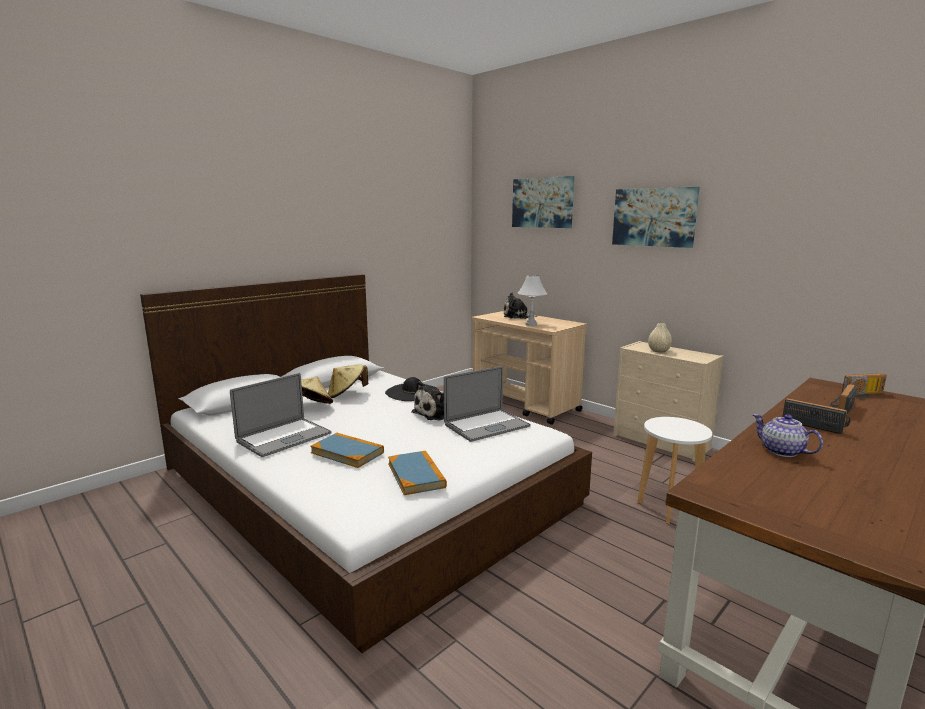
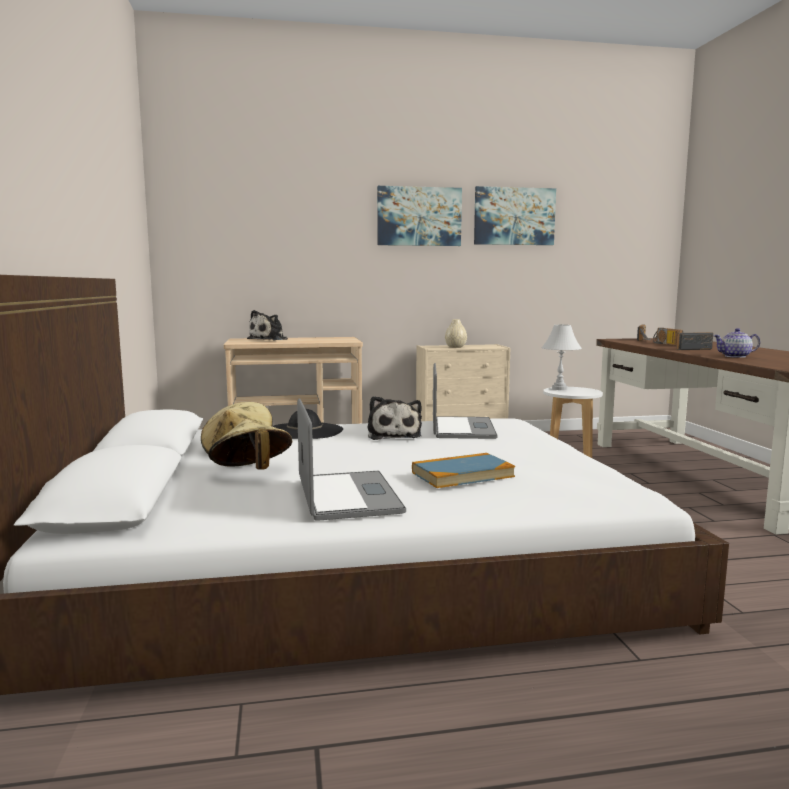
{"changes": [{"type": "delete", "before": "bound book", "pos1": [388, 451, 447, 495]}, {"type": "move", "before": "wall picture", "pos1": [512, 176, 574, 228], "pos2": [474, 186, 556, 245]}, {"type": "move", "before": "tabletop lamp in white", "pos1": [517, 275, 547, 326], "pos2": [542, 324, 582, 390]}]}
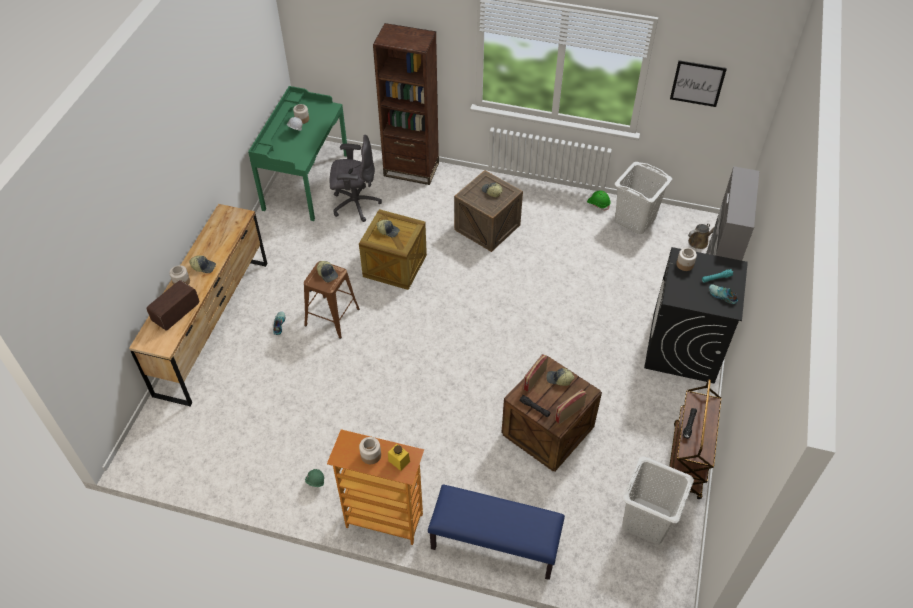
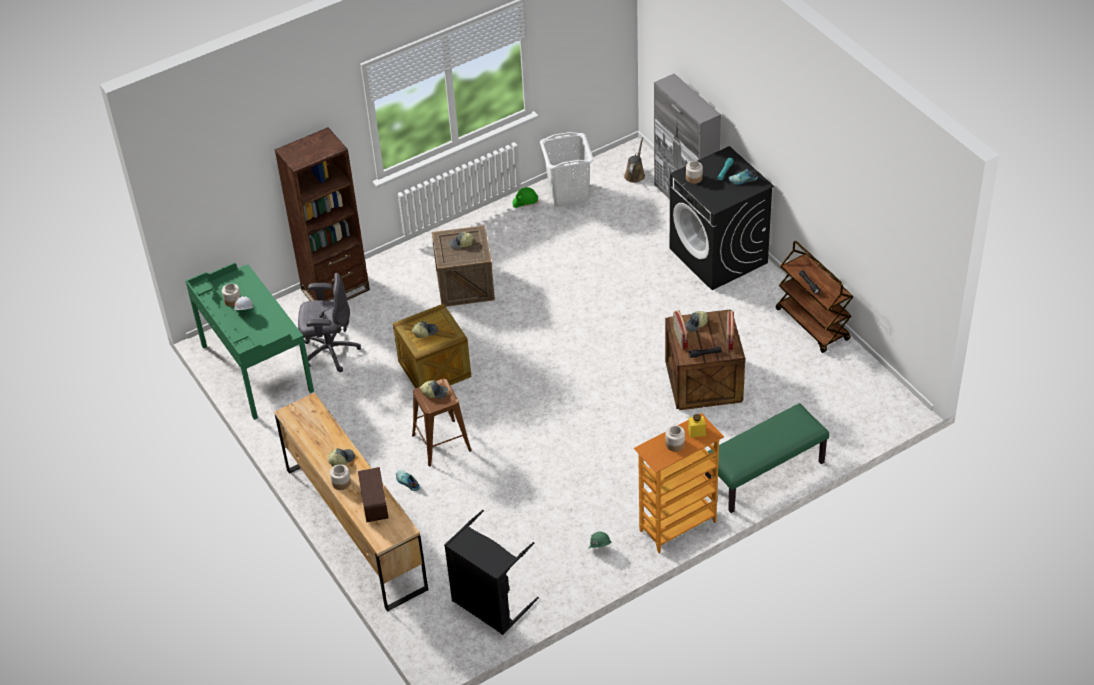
{"changes": [{"type": "rotate", "before": "desk chair in greyish", "pos1": [330, 135, 382, 222], "pos2": [298, 273, 361, 372], "turn": 45}, {"type": "recolor", "before": "bench in blue", "after": "bench in green-coloured", "pos1": [428, 485, 565, 580], "pos2": [705, 403, 829, 513]}, {"type": "delete", "before": "washing basket in white", "pos1": [622, 457, 694, 545]}, {"type": "delete", "before": "wall picture", "pos1": [670, 60, 727, 107]}, {"type": "insert", "after": "washing basket in blackish", "pos2": [444, 510, 539, 635]}]}
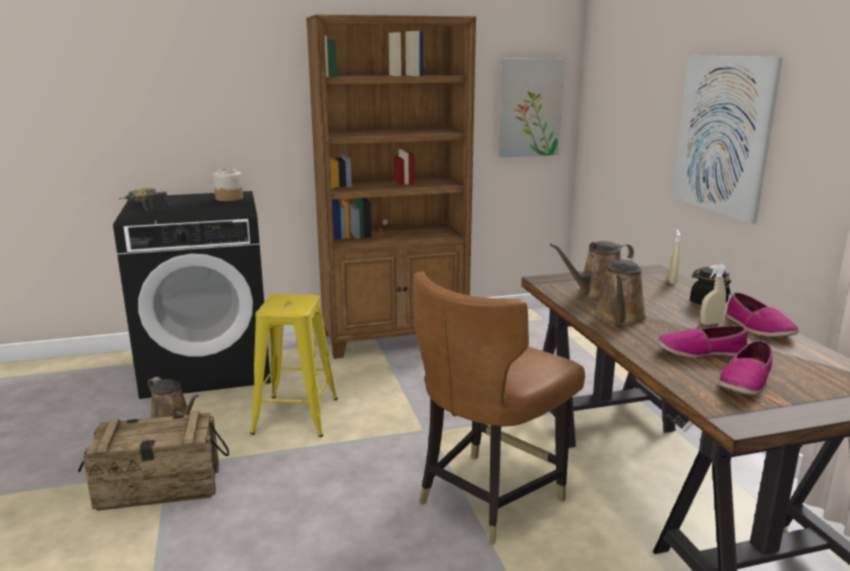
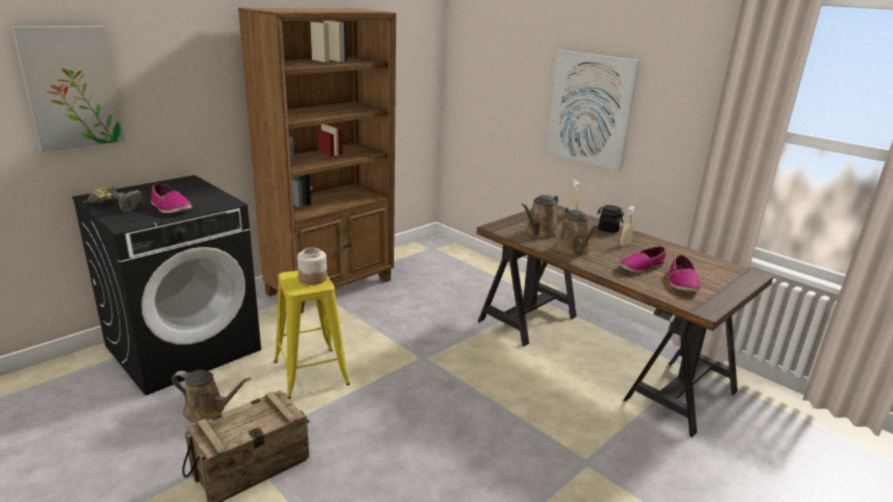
{"changes": [{"type": "move", "before": "storage jar", "pos1": [213, 168, 243, 201], "pos2": [297, 248, 327, 285]}, {"type": "delete", "before": "upright chair in brown", "pos1": [413, 271, 585, 545]}, {"type": "move", "before": "wall picture", "pos1": [499, 58, 564, 157], "pos2": [12, 26, 125, 152]}, {"type": "move", "before": "item of footwear", "pos1": [725, 293, 799, 337], "pos2": [151, 184, 192, 213]}]}
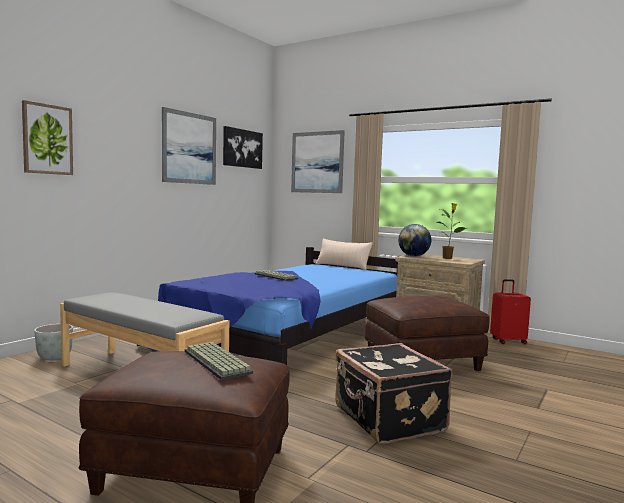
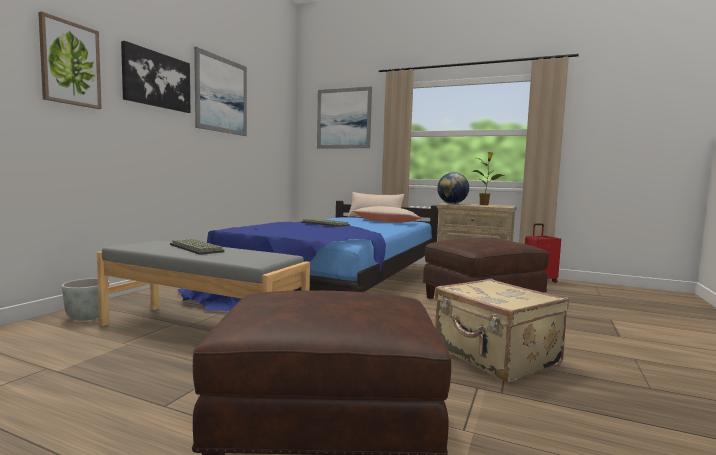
{"changes": [{"type": "move", "before": "PC keyboard", "pos1": [185, 342, 253, 380], "pos2": [170, 239, 225, 255]}, {"type": "move", "before": "wall picture", "pos1": [223, 126, 263, 169], "pos2": [121, 41, 190, 113]}, {"type": "recolor", "before": "suitcase in blackish", "after": "suitcase in beige-coloured", "pos1": [335, 343, 453, 444], "pos2": [435, 279, 569, 383]}, {"type": "insert", "after": "pillow in beige-coloured", "pos2": [352, 206, 421, 222]}]}
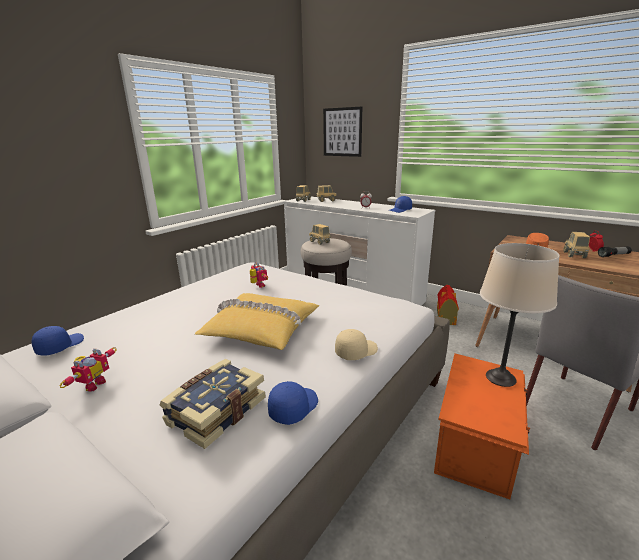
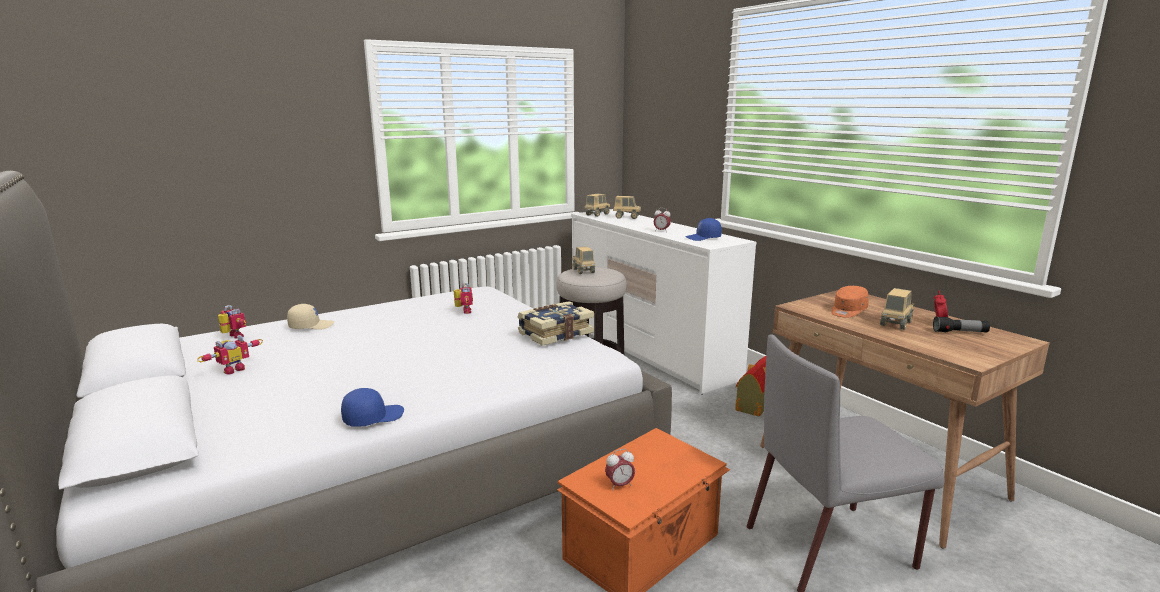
{"changes": [{"type": "replace", "before": "baseball cap in blue", "after": "model robot", "pos1": [32, 326, 84, 355], "pos2": [218, 305, 247, 338]}, {"type": "move", "before": "bound book", "pos1": [160, 359, 266, 449], "pos2": [518, 301, 594, 346]}, {"type": "delete", "before": "pillow in yellow-coloured", "pos1": [195, 293, 319, 350]}, {"type": "delete", "before": "wall picture", "pos1": [323, 107, 362, 157]}, {"type": "move", "before": "baseball cap in beige-coloured", "pos1": [335, 329, 378, 360], "pos2": [287, 304, 334, 330]}, {"type": "delete", "before": "tabletop lamp in beige-coloured", "pos1": [480, 243, 560, 387]}, {"type": "insert", "after": "alarm clock", "pos2": [605, 449, 635, 490]}]}
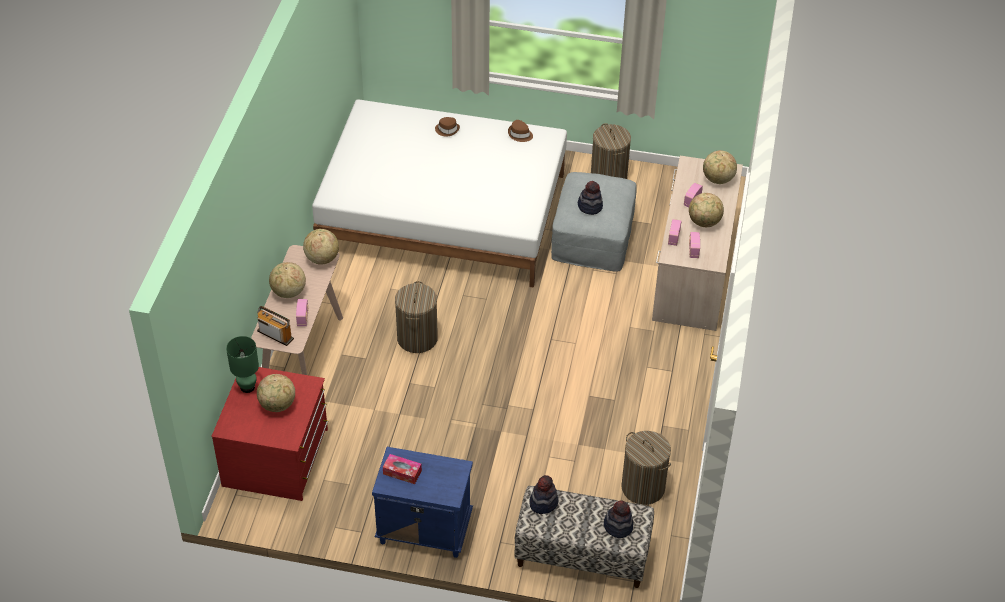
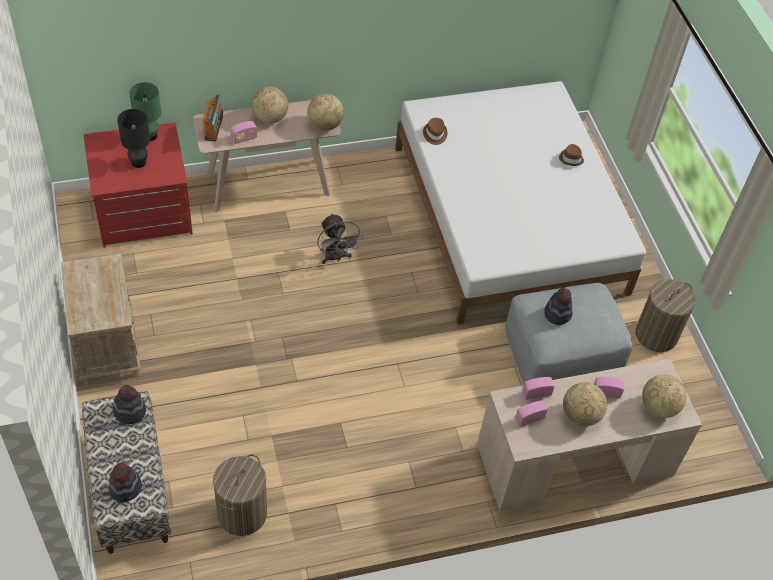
{"changes": [{"type": "replace", "before": "world globe", "after": "tabletop lamp in blackish", "pos1": [257, 374, 295, 412], "pos2": [117, 109, 150, 168]}, {"type": "recolor", "before": "night table in blue", "after": "night table in beige-coloured", "pos1": [372, 447, 473, 558], "pos2": [61, 254, 141, 385]}, {"type": "delete", "before": "tissue holder", "pos1": [383, 454, 422, 484]}, {"type": "replace", "before": "washing basket", "after": "fan in greyish", "pos1": [395, 281, 438, 353], "pos2": [317, 213, 363, 264]}, {"type": "move", "before": "clothing hat in brown", "pos1": [508, 120, 533, 142], "pos2": [423, 118, 447, 145]}]}
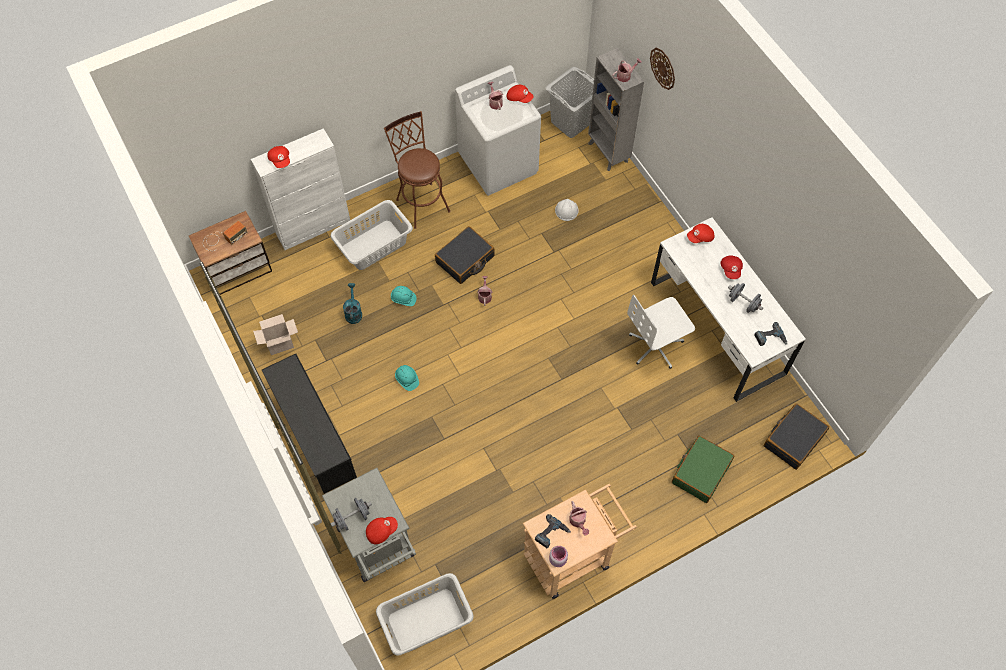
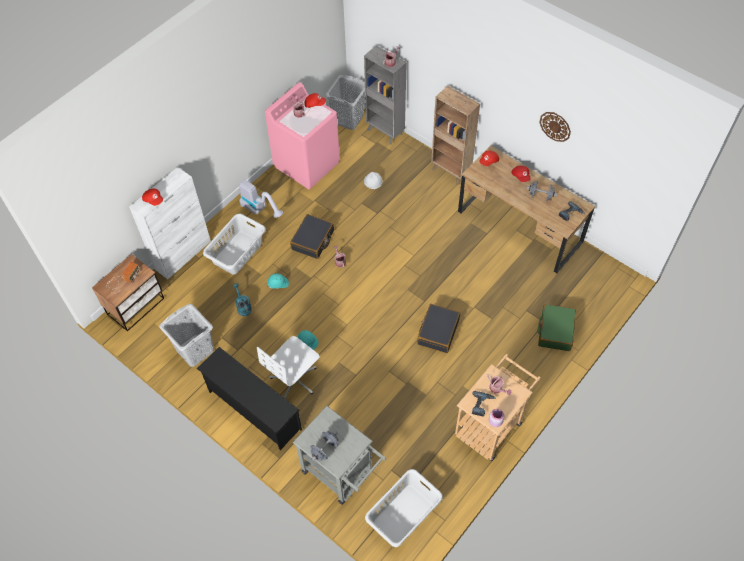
{"changes": [{"type": "replace", "before": "carton", "after": "washing basket in greyish", "pos1": [253, 314, 298, 355], "pos2": [159, 304, 214, 367]}, {"type": "delete", "before": "baseball cap in red-coloured", "pos1": [366, 517, 398, 544]}, {"type": "replace", "before": "sitting stool in brown", "after": "vacuum cleaner", "pos1": [384, 111, 451, 229], "pos2": [239, 179, 283, 218]}, {"type": "recolor", "before": "washing machine in white", "after": "washing machine in pink", "pos1": [455, 65, 541, 196], "pos2": [265, 82, 340, 189]}, {"type": "move", "before": "desk chair in white", "pos1": [627, 295, 695, 369], "pos2": [257, 336, 320, 399]}, {"type": "move", "before": "clock on the wall", "pos1": [650, 48, 675, 90], "pos2": [539, 112, 571, 142]}, {"type": "recolor", "before": "desk unit in white", "after": "desk unit in brown", "pos1": [651, 217, 806, 402], "pos2": [458, 145, 595, 273]}, {"type": "move", "before": "suitcase in blackish", "pos1": [764, 403, 829, 470], "pos2": [417, 304, 460, 353]}, {"type": "insert", "after": "shelving unit in brown", "pos2": [431, 85, 480, 185]}]}
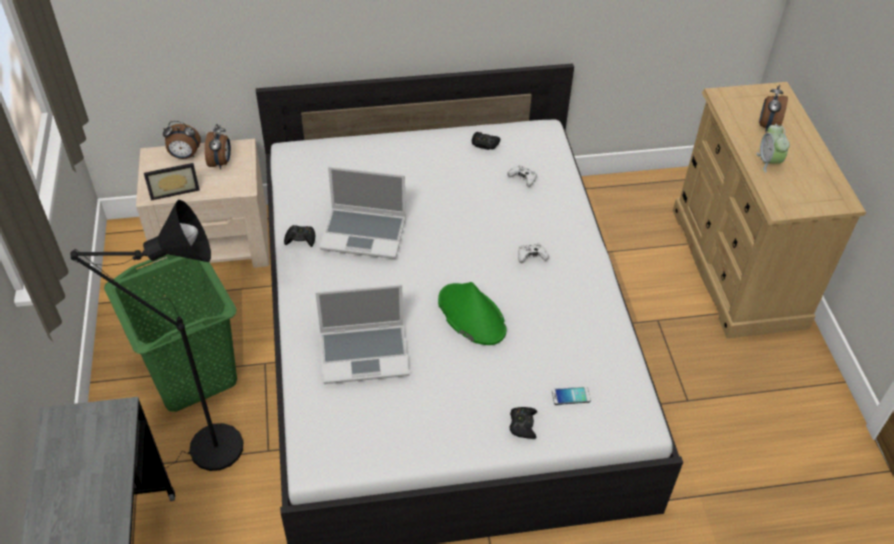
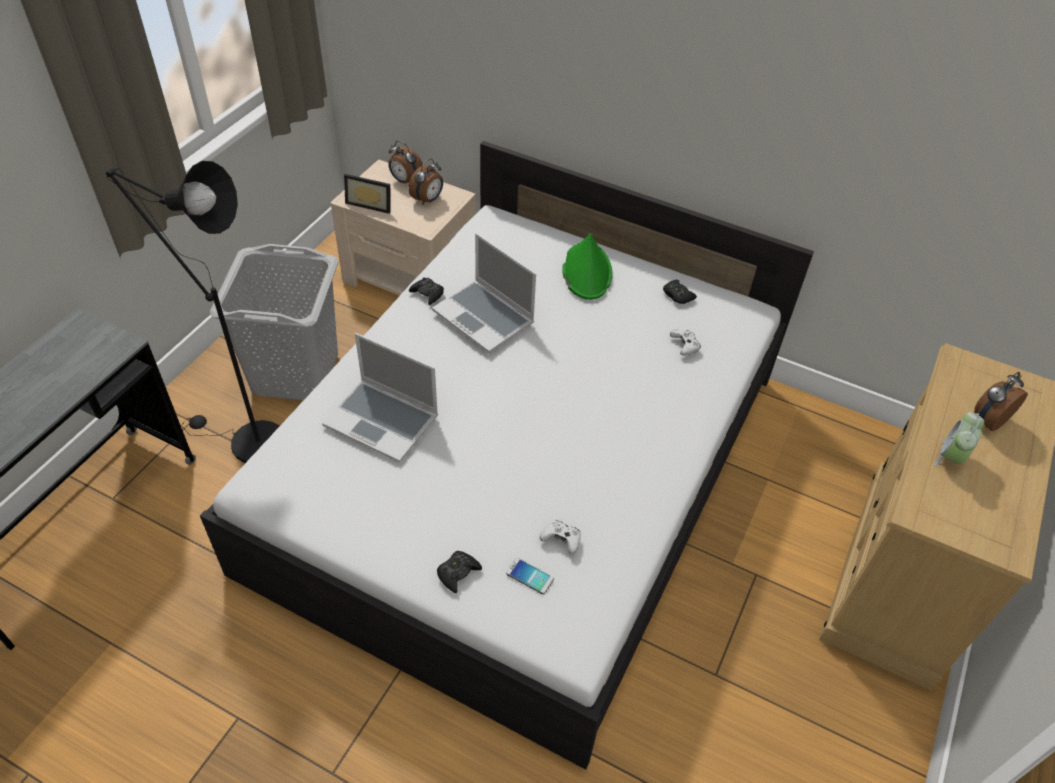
{"changes": [{"type": "recolor", "before": "washing basket in green-coloured", "after": "washing basket in greyish", "pos1": [104, 254, 237, 412], "pos2": [210, 244, 339, 400]}, {"type": "move", "before": "clothing hat in green-coloured", "pos1": [438, 282, 506, 345], "pos2": [562, 234, 613, 300]}, {"type": "move", "before": "game controller in white", "pos1": [518, 244, 549, 263], "pos2": [539, 520, 581, 554]}]}
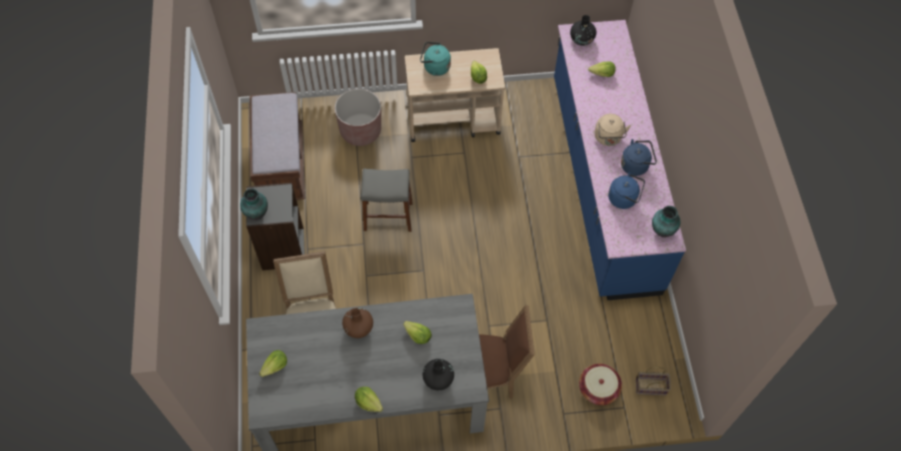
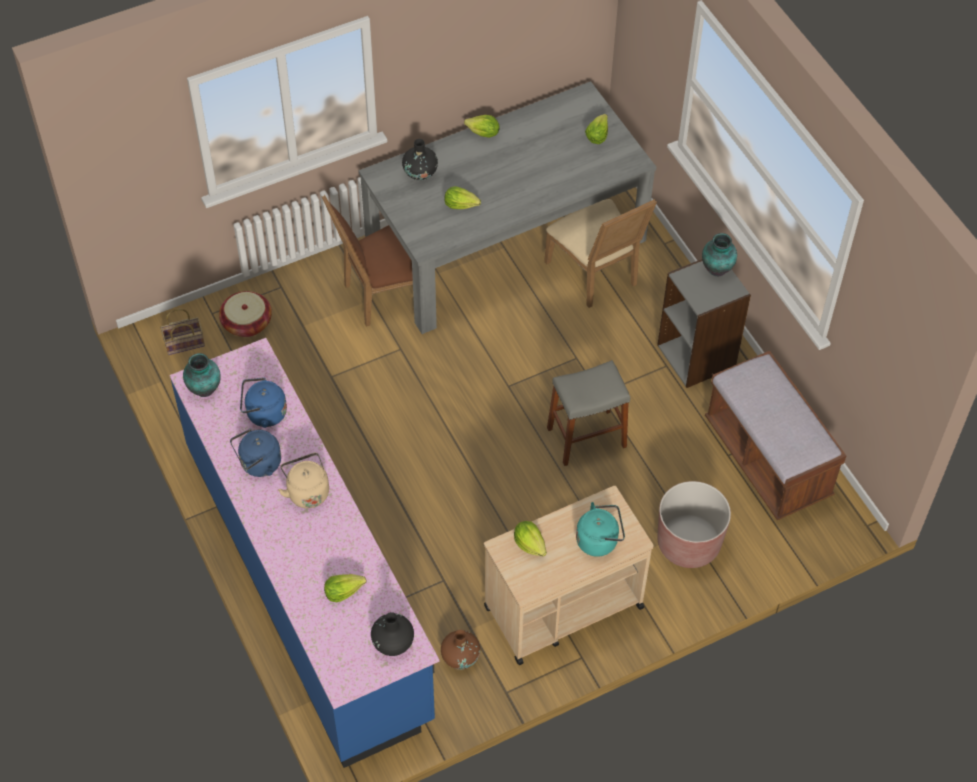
{"changes": [{"type": "move", "before": "vase in brown", "pos1": [342, 308, 373, 338], "pos2": [441, 630, 480, 669]}]}
